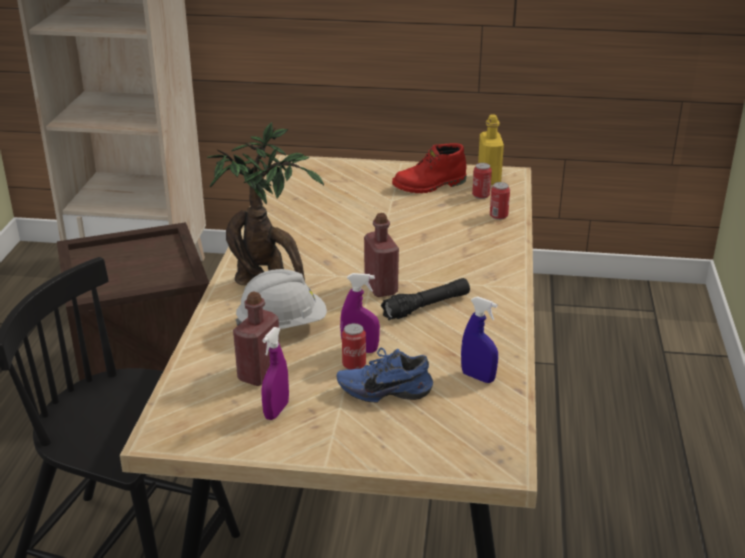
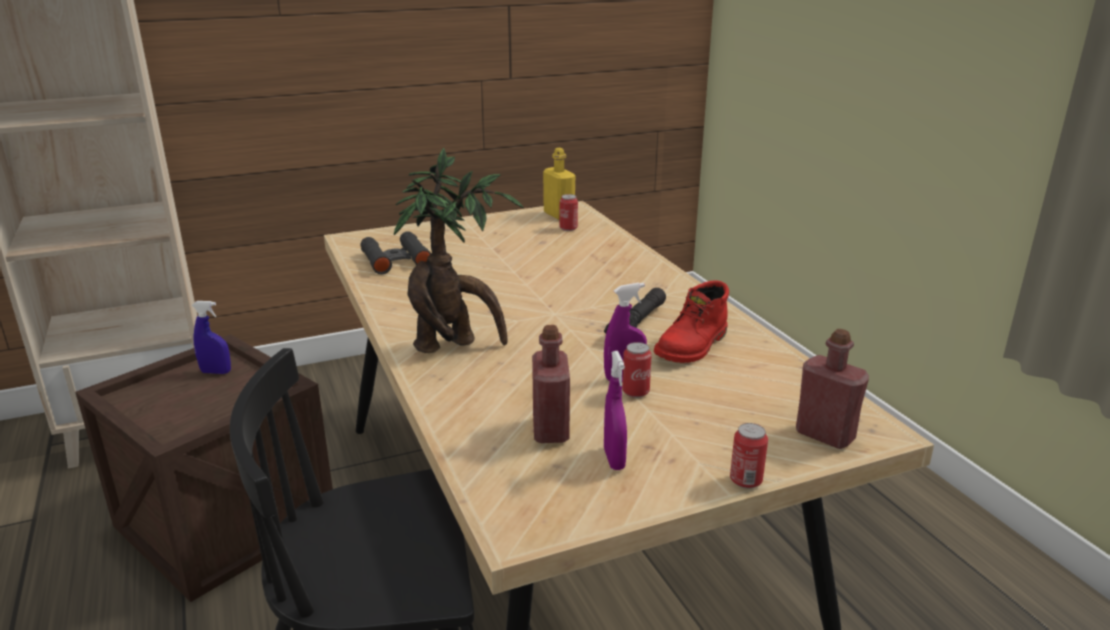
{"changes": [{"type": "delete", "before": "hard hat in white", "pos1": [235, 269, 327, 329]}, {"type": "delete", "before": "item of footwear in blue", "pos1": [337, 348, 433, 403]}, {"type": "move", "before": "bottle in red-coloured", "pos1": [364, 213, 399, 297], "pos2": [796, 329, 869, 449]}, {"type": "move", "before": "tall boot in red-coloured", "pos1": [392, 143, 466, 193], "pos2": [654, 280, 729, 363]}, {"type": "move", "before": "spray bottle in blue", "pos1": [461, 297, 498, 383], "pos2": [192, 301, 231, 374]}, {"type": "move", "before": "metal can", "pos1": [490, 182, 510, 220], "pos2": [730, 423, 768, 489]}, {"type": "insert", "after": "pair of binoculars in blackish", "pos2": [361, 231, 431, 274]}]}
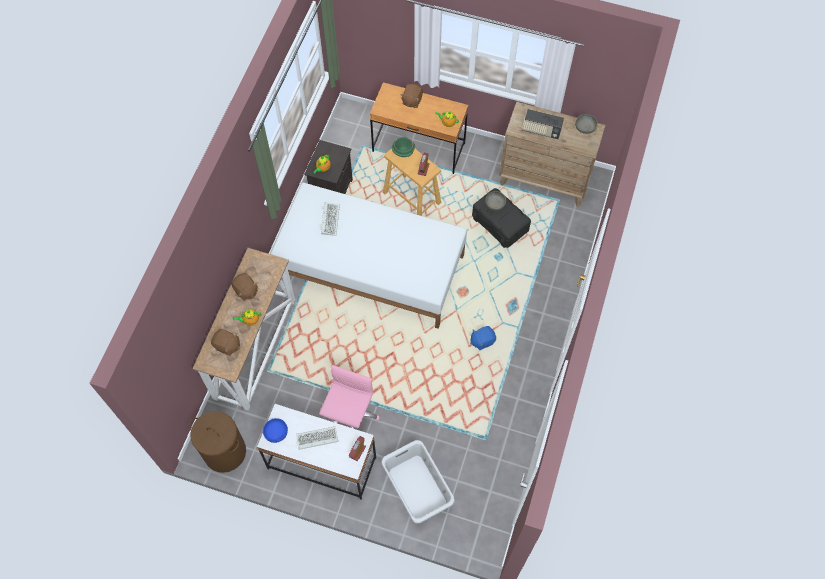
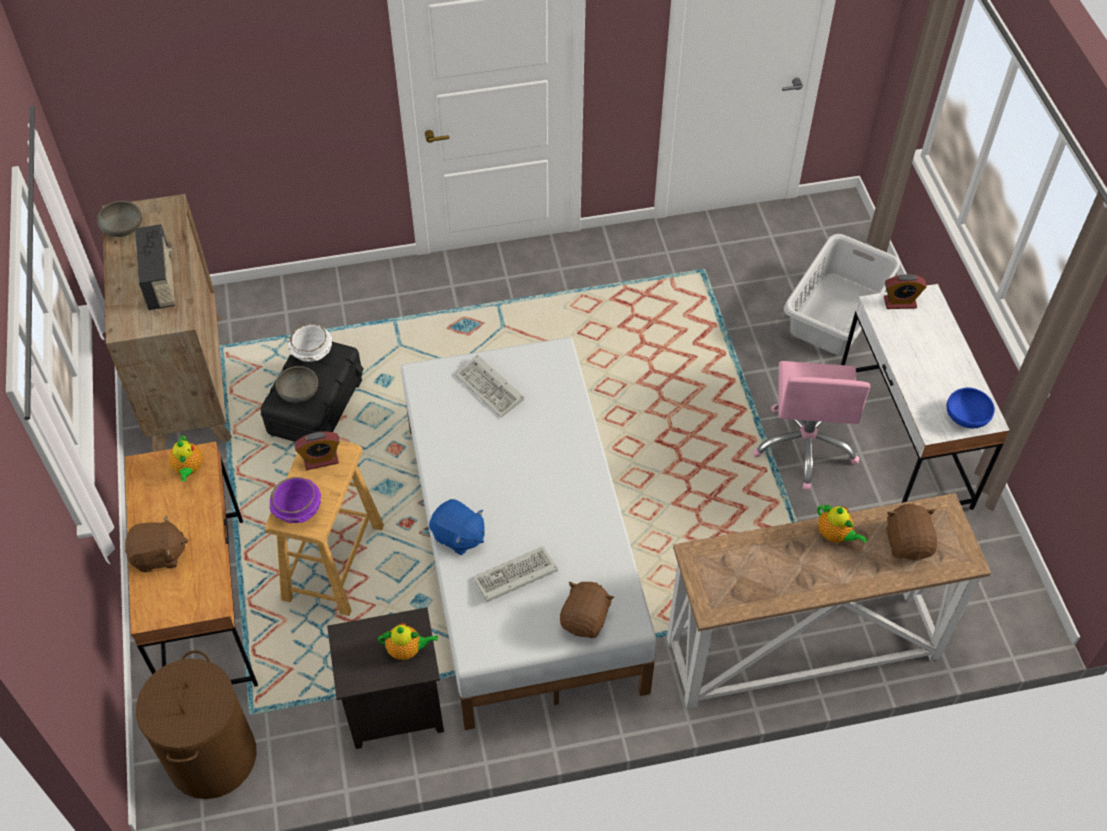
{"changes": [{"type": "move", "before": "washing basket in brown", "pos1": [189, 411, 246, 473], "pos2": [136, 650, 256, 799]}, {"type": "move", "before": "cuddly toy in brown", "pos1": [231, 273, 258, 301], "pos2": [560, 582, 614, 638]}, {"type": "move", "before": "PC keyboard", "pos1": [296, 426, 338, 450], "pos2": [455, 354, 524, 418]}, {"type": "rotate", "before": "desk chair in pink", "pos1": [319, 365, 379, 429], "pos2": [753, 361, 871, 490], "turn": -75}, {"type": "recolor", "before": "serving bowl in green-coloured", "after": "serving bowl in purplish", "pos1": [392, 137, 415, 157], "pos2": [270, 477, 321, 523]}, {"type": "move", "before": "cuddly toy in blue", "pos1": [470, 326, 496, 350], "pos2": [429, 499, 485, 555]}, {"type": "insert", "after": "serving bowl in white", "pos2": [288, 324, 332, 362]}]}
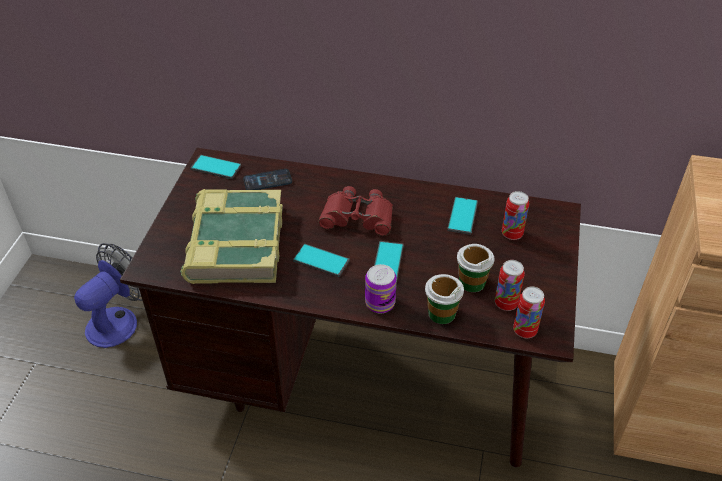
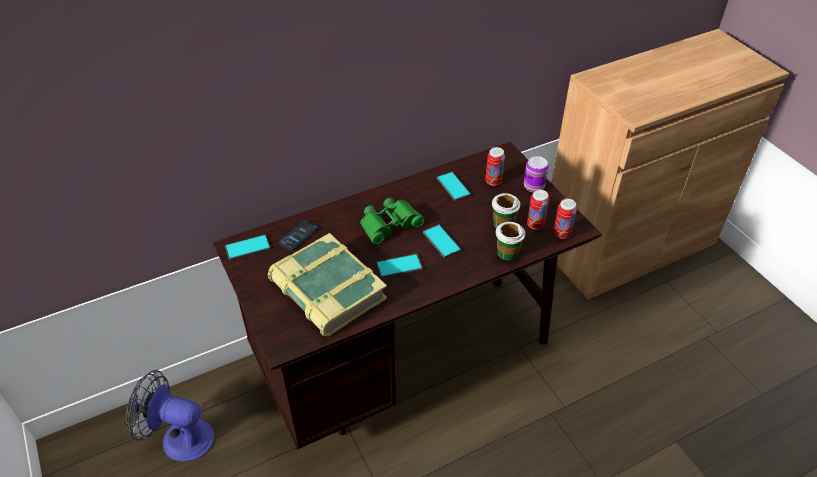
{"changes": [{"type": "rotate", "before": "fan", "pos1": [74, 243, 142, 348], "pos2": [126, 370, 214, 462], "turn": -75}, {"type": "recolor", "before": "pair of binoculars in red-coloured", "after": "pair of binoculars in green-coloured", "pos1": [318, 186, 393, 236], "pos2": [360, 198, 425, 245]}, {"type": "move", "before": "metal can", "pos1": [365, 264, 397, 314], "pos2": [524, 156, 549, 192]}]}
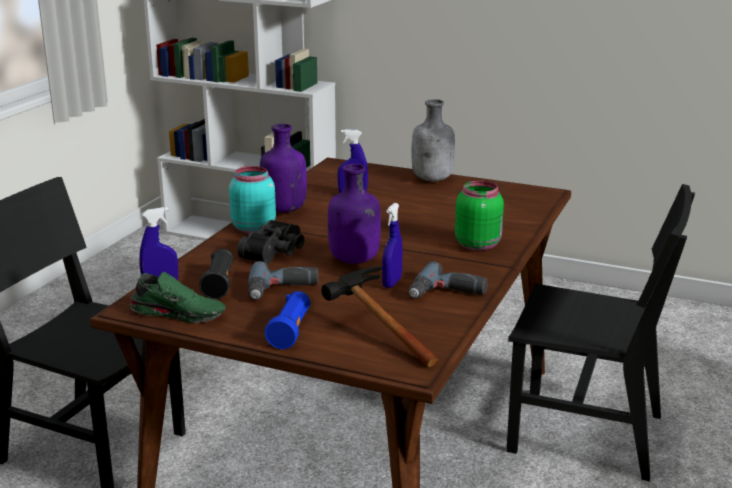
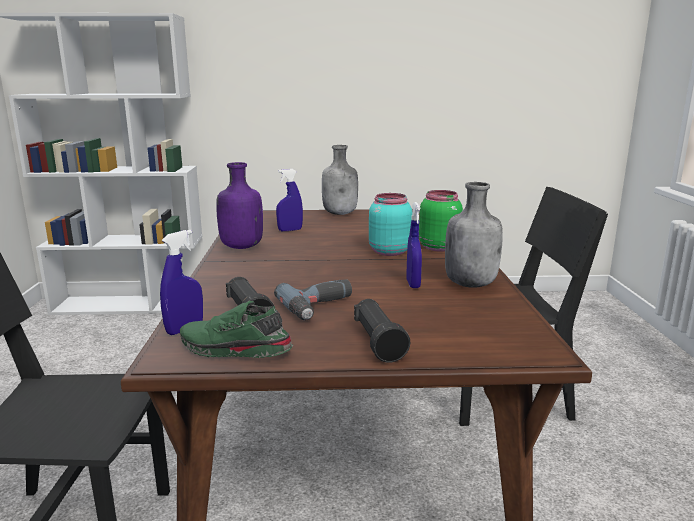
{"changes": [{"type": "rotate", "before": "item of footwear in green-coloured", "pos1": [129, 272, 226, 323], "pos2": [180, 301, 293, 358], "turn": -150}, {"type": "move", "before": "storage jar in turquoise", "pos1": [229, 166, 276, 233], "pos2": [369, 193, 412, 256]}, {"type": "delete", "before": "pair of binoculars in blackish", "pos1": [237, 220, 304, 264]}, {"type": "recolor", "before": "hand torch in blue", "after": "hand torch in blackish", "pos1": [265, 291, 310, 349], "pos2": [354, 299, 410, 363]}, {"type": "delete", "before": "hand hammer", "pos1": [321, 267, 438, 367]}, {"type": "delete", "before": "bottle in purplish", "pos1": [328, 164, 381, 264]}, {"type": "replace", "before": "drill", "after": "bottle in greyish", "pos1": [408, 262, 488, 299], "pos2": [445, 182, 503, 288]}]}
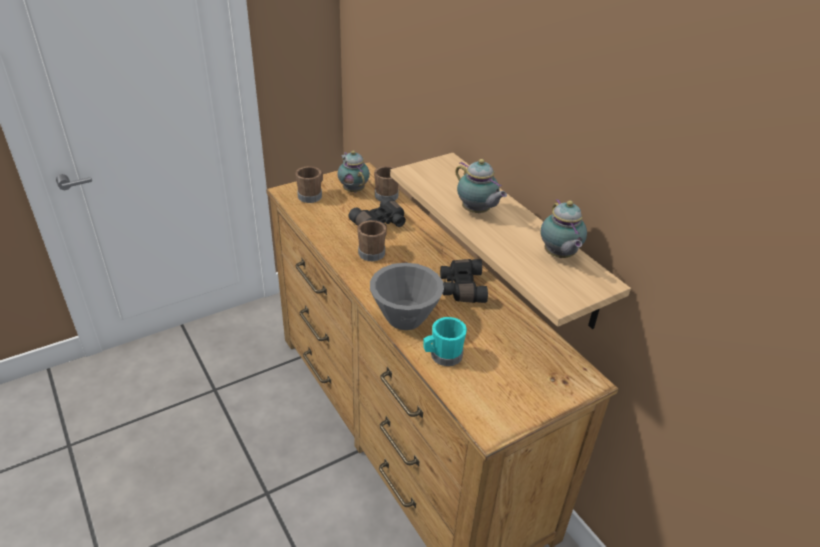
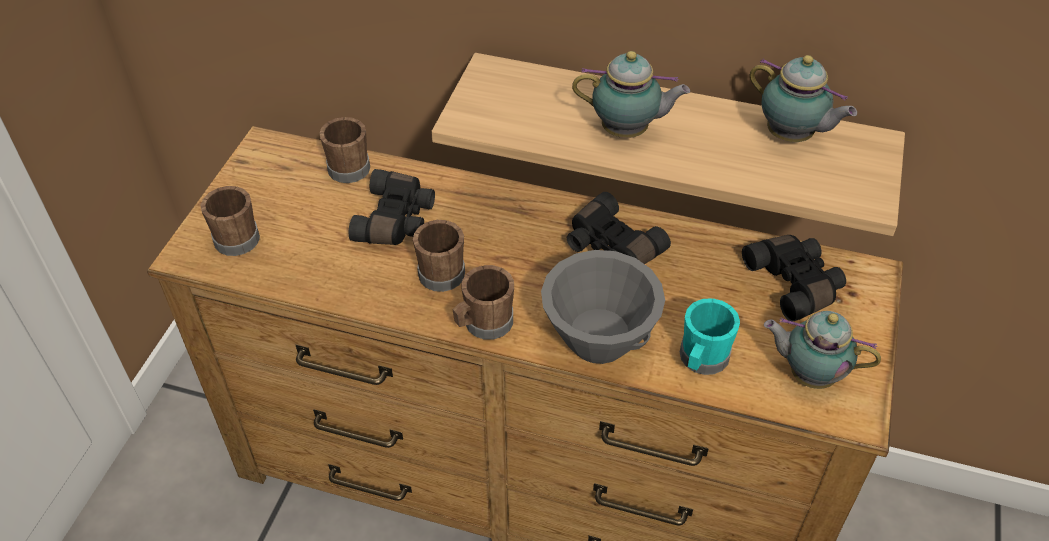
{"changes": [{"type": "move", "before": "tea pot", "pos1": [337, 150, 370, 193], "pos2": [764, 311, 881, 389]}, {"type": "insert", "after": "mug in brown", "pos2": [452, 265, 514, 340]}, {"type": "insert", "after": "pair of binoculars in blackish", "pos2": [742, 235, 846, 322]}]}
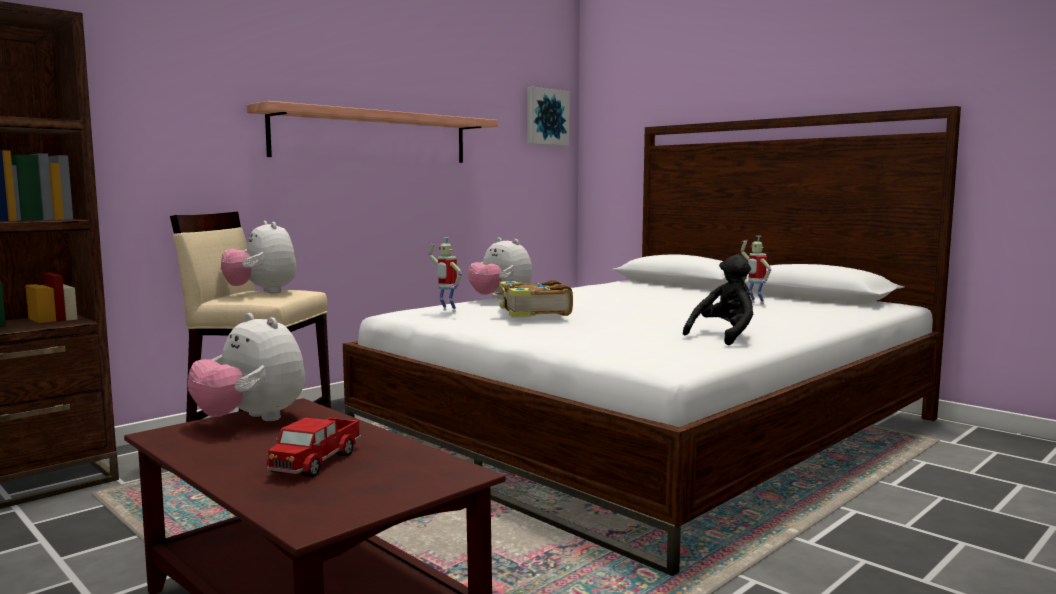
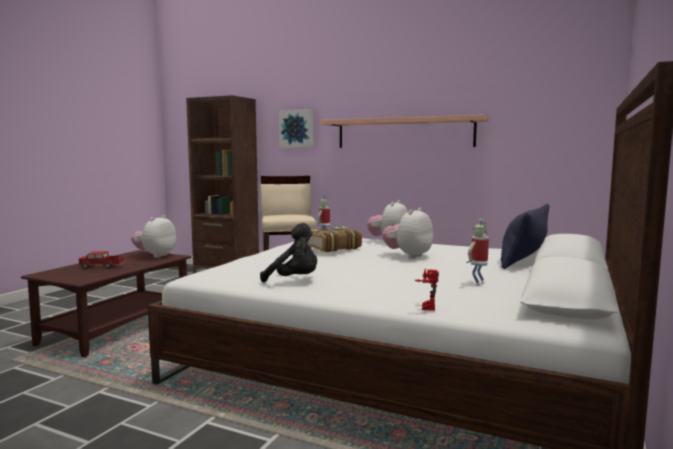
{"changes": [{"type": "move", "before": "cuddly toy", "pos1": [221, 221, 297, 293], "pos2": [382, 208, 433, 259]}, {"type": "move", "before": "wall picture", "pos1": [527, 87, 570, 146], "pos2": [279, 109, 314, 148]}, {"type": "insert", "after": "model robot", "pos2": [414, 269, 439, 311]}, {"type": "insert", "after": "pillow in blue", "pos2": [501, 204, 549, 269]}]}
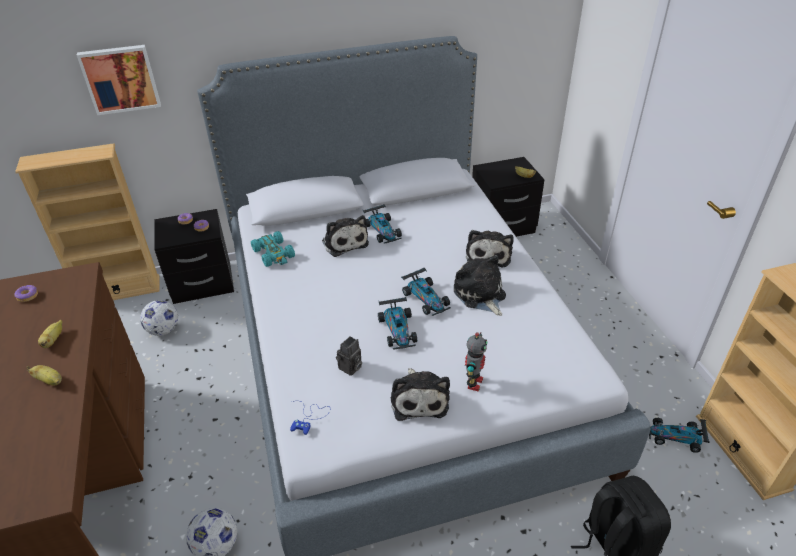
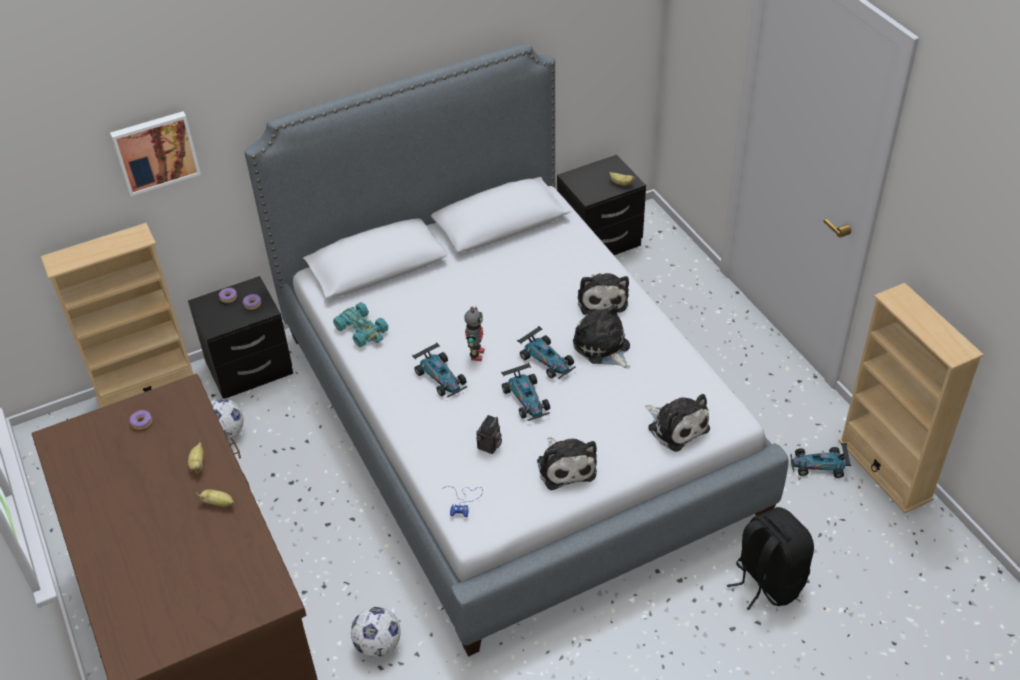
{"changes": [{"type": "move", "before": "cuddly toy", "pos1": [322, 215, 369, 257], "pos2": [645, 394, 710, 452]}, {"type": "move", "before": "model car", "pos1": [363, 204, 402, 244], "pos2": [412, 342, 467, 397]}, {"type": "move", "before": "model robot", "pos1": [465, 332, 487, 392], "pos2": [464, 307, 484, 361]}]}
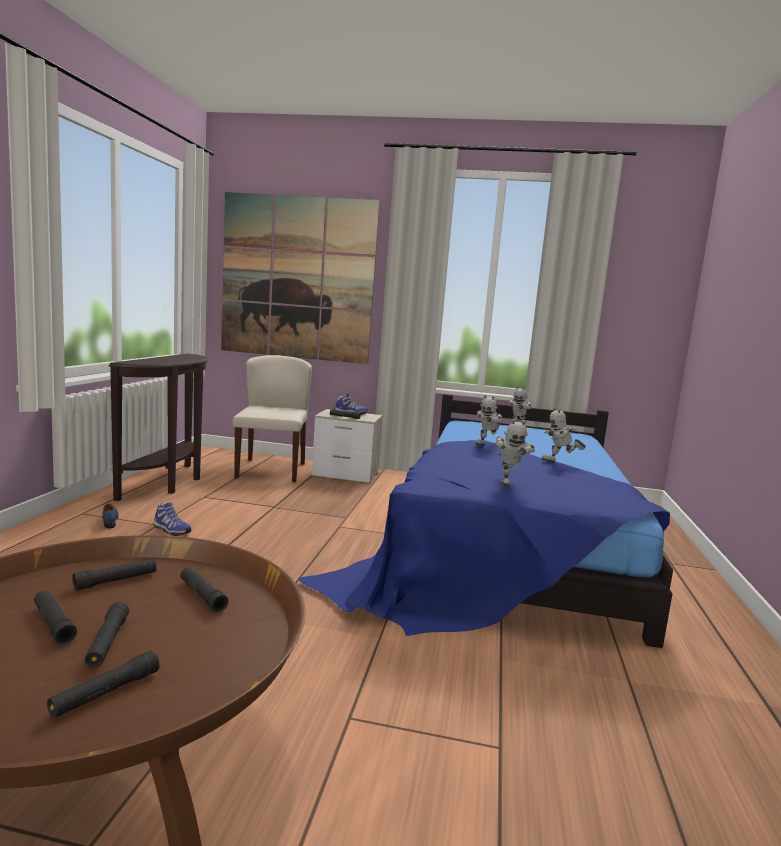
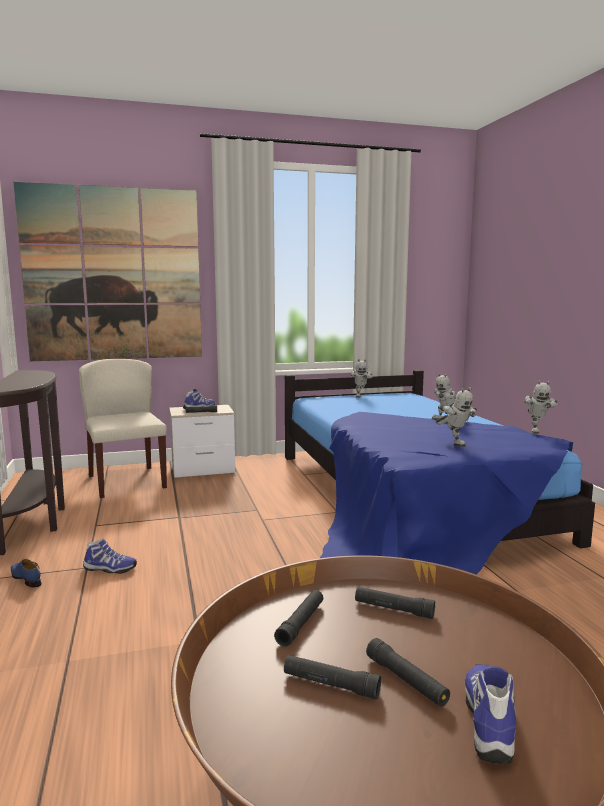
{"changes": [{"type": "replace", "before": "hand torch in blackish", "after": "item of footwear", "pos1": [47, 650, 160, 718], "pos2": [465, 664, 517, 764]}, {"type": "move", "before": "model robot", "pos1": [475, 395, 502, 446], "pos2": [524, 381, 558, 434]}]}
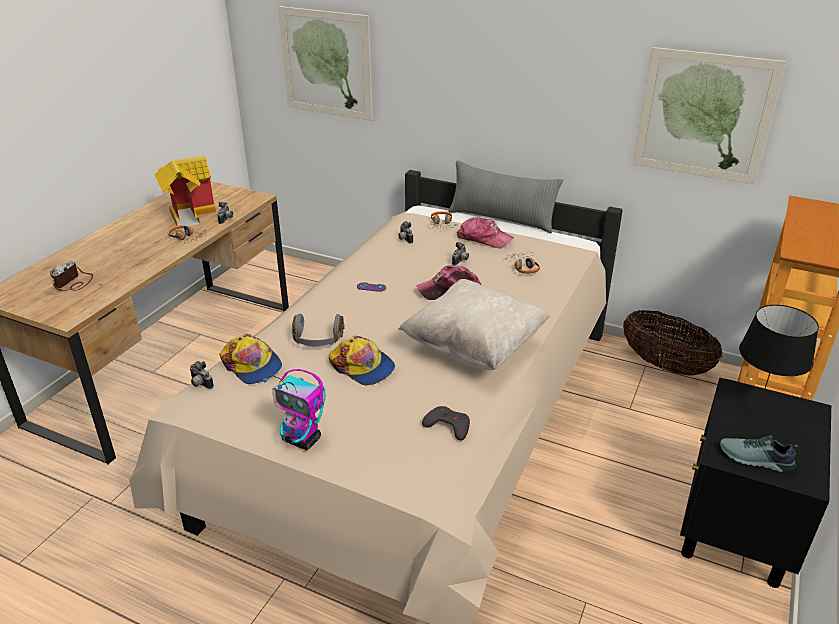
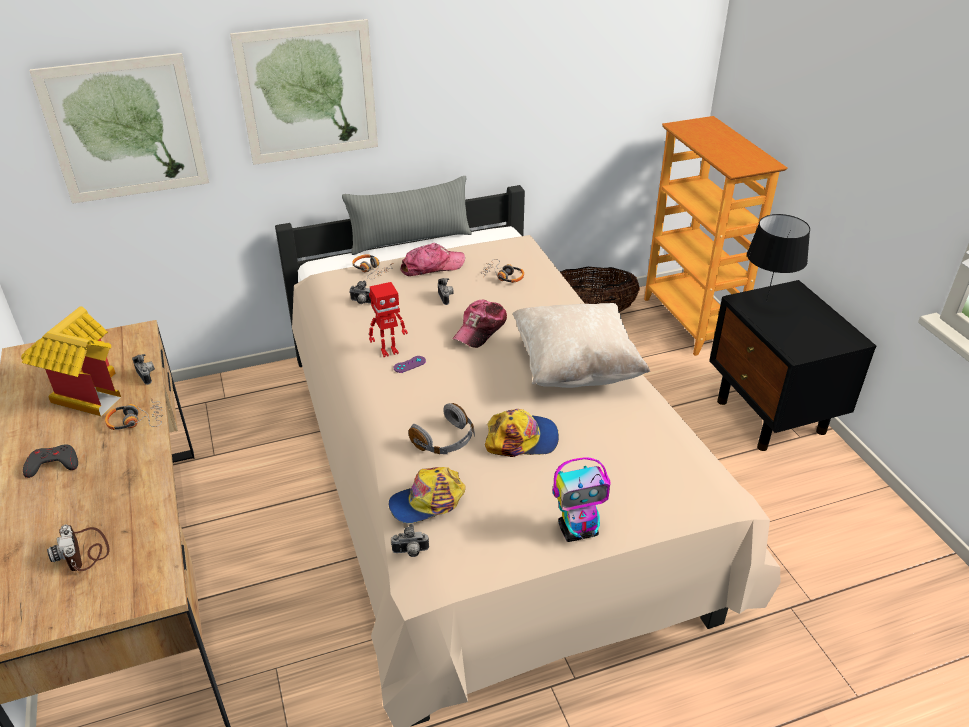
{"changes": [{"type": "rotate", "before": "baseball cap", "pos1": [219, 334, 282, 384], "pos2": [389, 467, 466, 523], "turn": 150}, {"type": "move", "before": "game controller in greyish", "pos1": [422, 406, 470, 441], "pos2": [23, 444, 78, 478]}, {"type": "move", "before": "wall picture", "pos1": [633, 47, 786, 184], "pos2": [230, 19, 378, 165]}, {"type": "delete", "before": "item of footwear", "pos1": [720, 435, 798, 472]}, {"type": "insert", "after": "model robot", "pos2": [369, 282, 408, 357]}]}
